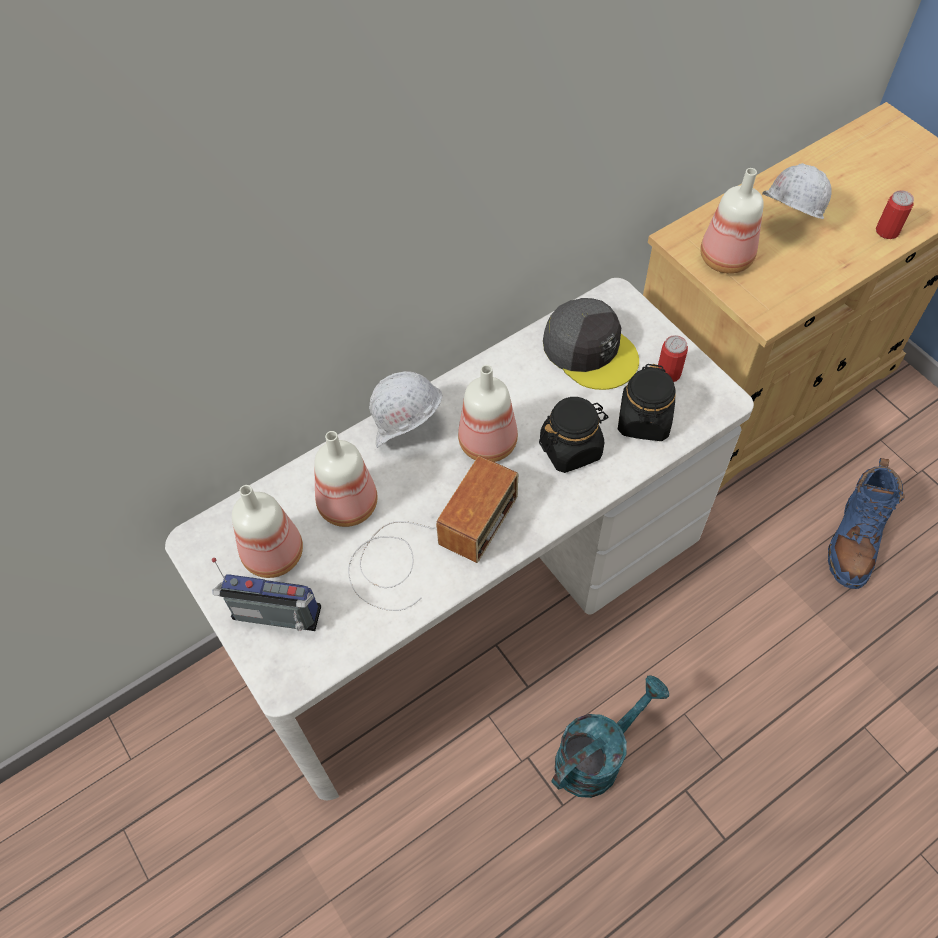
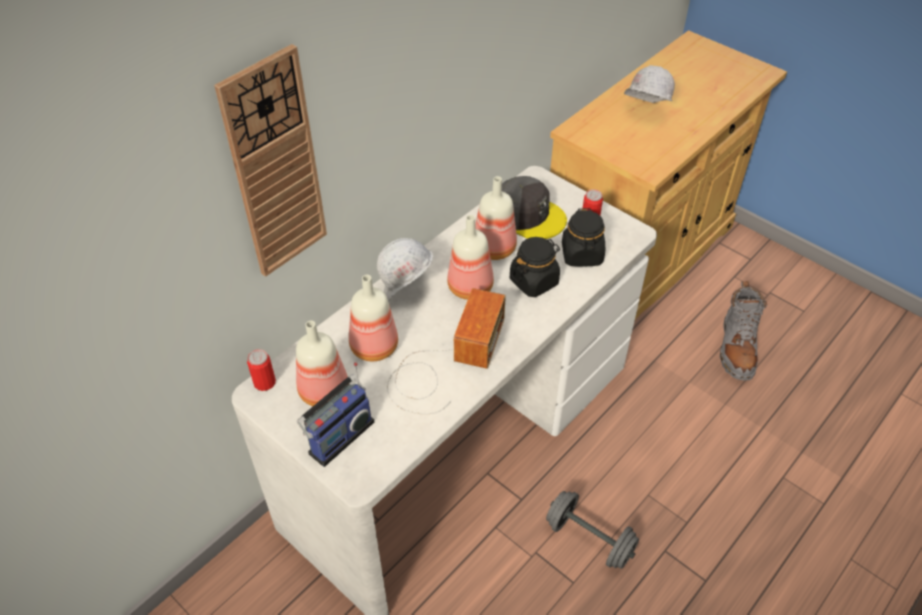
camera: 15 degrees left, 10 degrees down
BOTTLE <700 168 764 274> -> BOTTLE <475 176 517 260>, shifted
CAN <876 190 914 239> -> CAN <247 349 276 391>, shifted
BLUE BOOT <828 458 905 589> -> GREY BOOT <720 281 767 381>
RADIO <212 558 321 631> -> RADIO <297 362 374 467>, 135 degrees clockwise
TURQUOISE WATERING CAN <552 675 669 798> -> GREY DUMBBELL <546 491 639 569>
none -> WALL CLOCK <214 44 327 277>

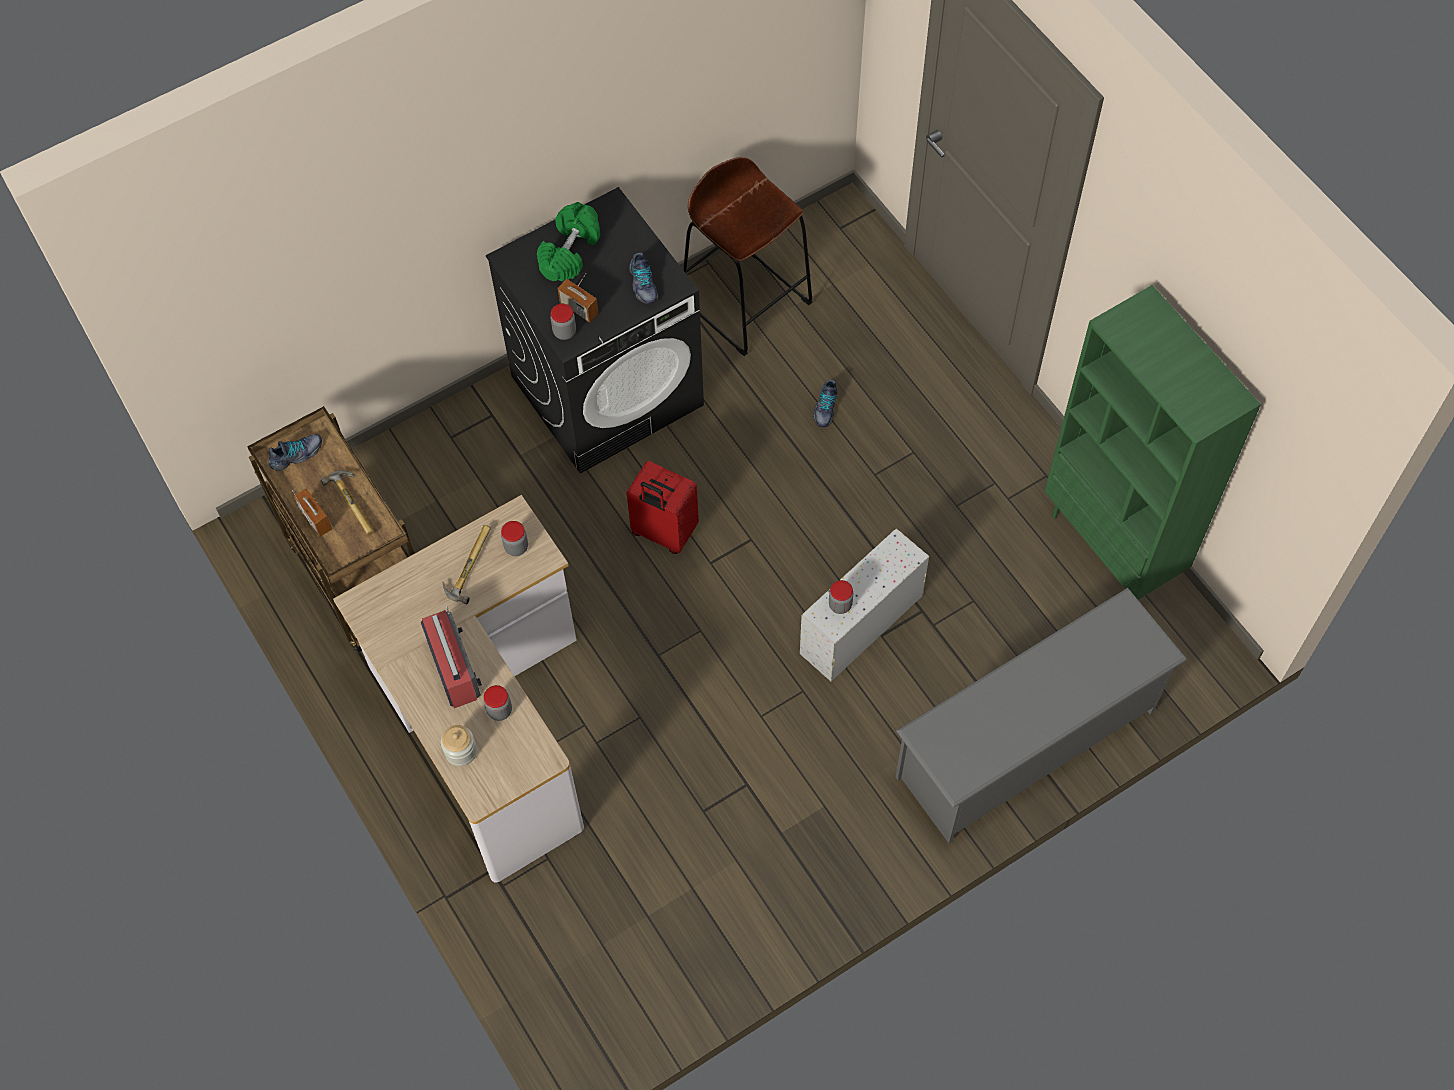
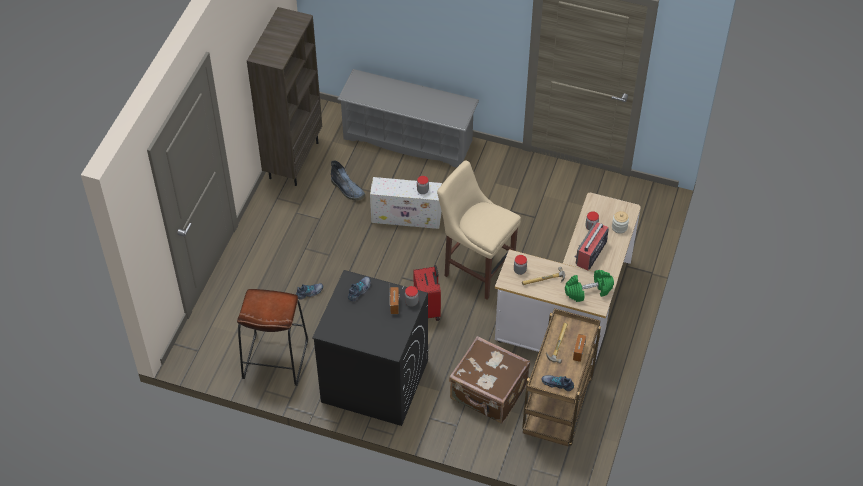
camera: 130 degrees left, 10 degrees down
GREEN DUMBBELL <537 202 600 281> -> GREEN DUMBBELL <565 270 614 302>, shifted
GREEN BOOKCASE <1044 285 1261 600> -> BROWN BOOKCASE <247 7 322 186>
none -> BEIGE STOOL <437 160 521 300>
none -> BOOT <331 161 365 200>
none -> BROWN SUITCASE <449 336 530 424>

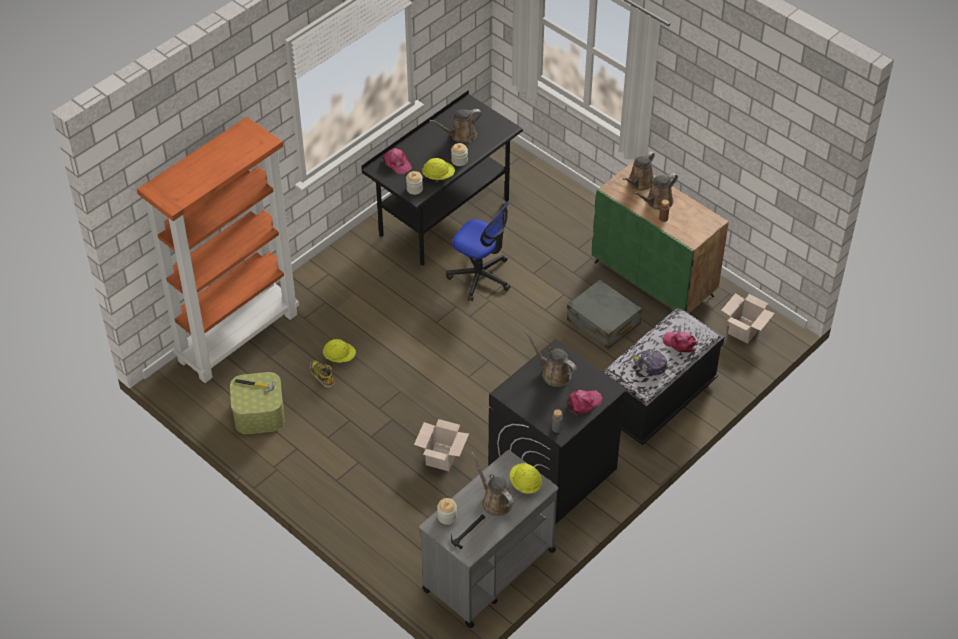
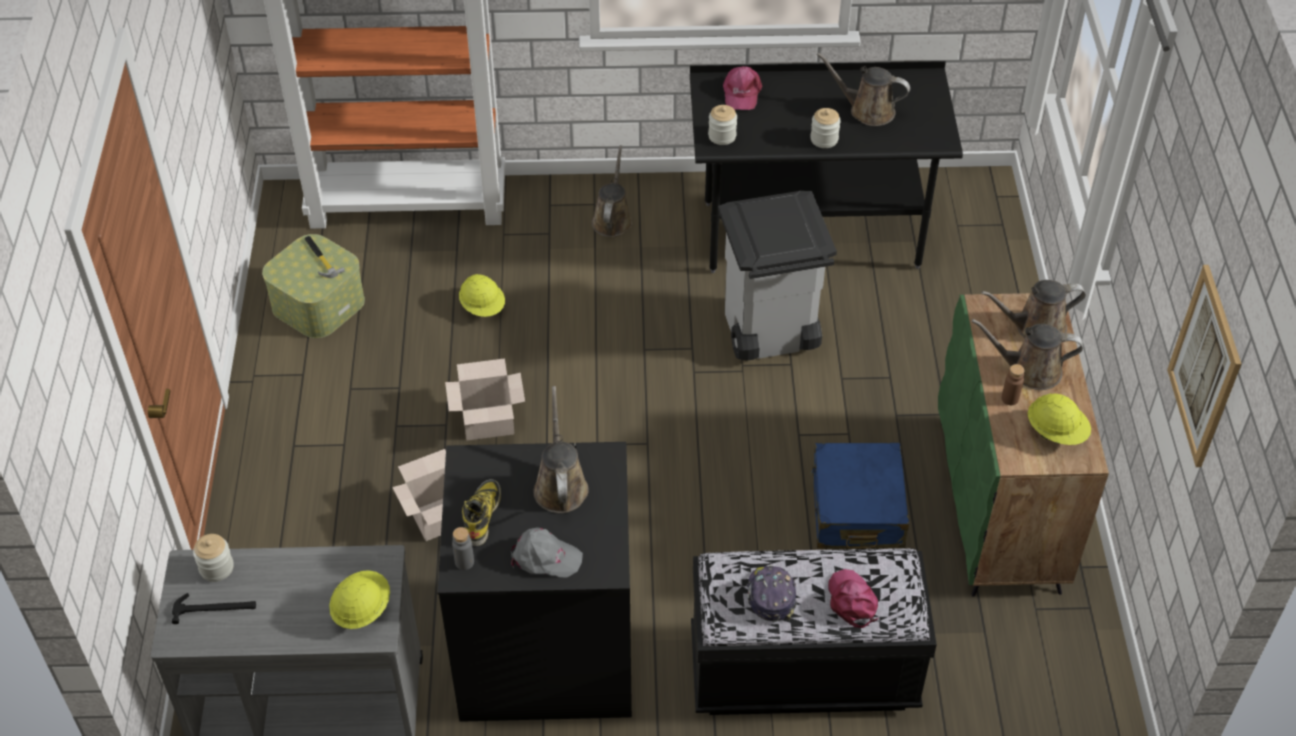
camera: 45 degrees right, 0 degrees up
YELLOW HARD HAT <422 158 455 182> -> YELLOW HARD HAT <1028 393 1091 445>, shifted
OFFICE CHAIR <446 202 510 301> -> GREY TRASH CAN <718 191 837 360>
GREY SUITCASE <567 280 642 349> -> BLUE SUITCASE <810 443 909 549>
CARDBOARD BOX <721 293 775 344> -> CARDBOARD BOX <445 358 525 440>, shifted
BOOT <310 360 334 388> -> BOOT <462 479 501 546>, shifted
PINK CAP <568 390 603 416> -> GREY CAP <511 527 583 578>
BROWN WATERING CAN <471 451 514 516> -> BROWN WATERING CAN <591 145 632 237>, shifted
none -> PICTURE <1167 265 1241 467>

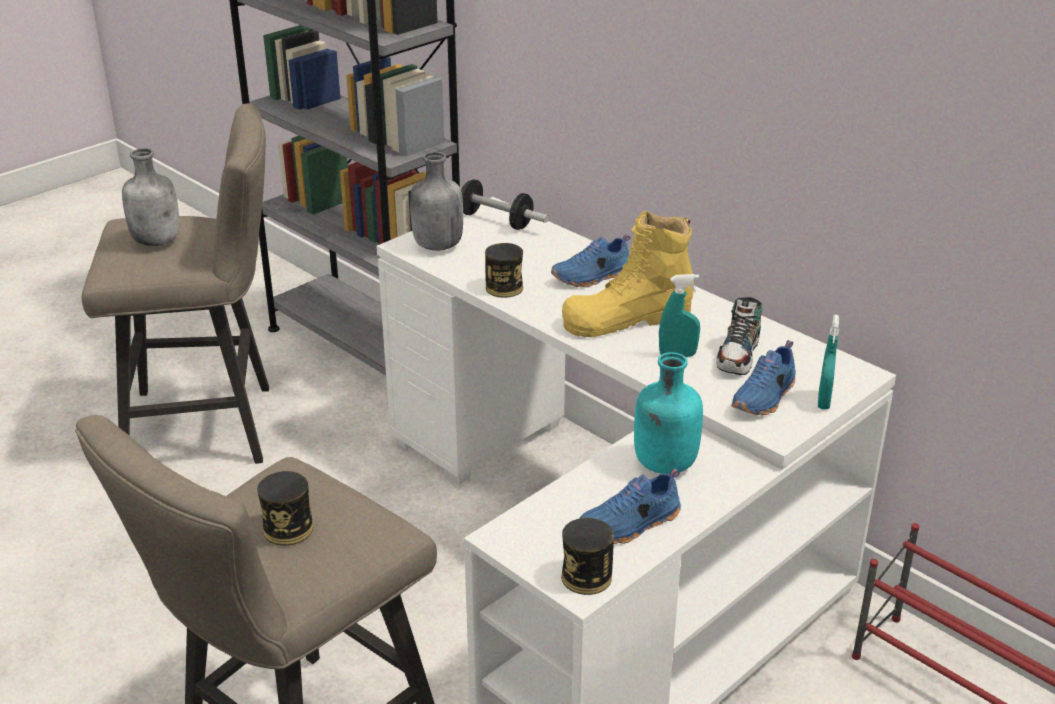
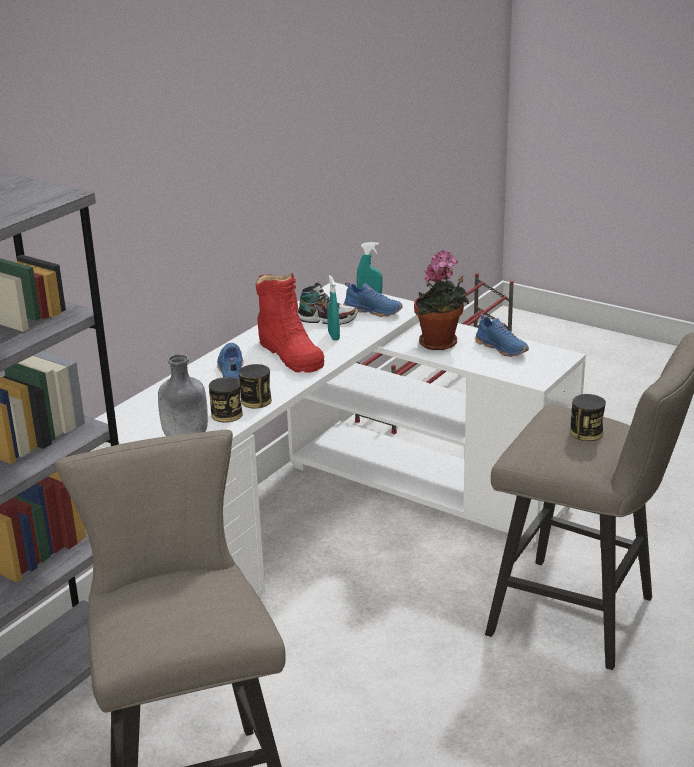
camera: 100 degrees left, 5 degrees down
GREY BOTTLE <122 148 180 246> -> none
DUMBBELL <461 179 549 230> -> none
YELLOW BOOT <562 211 694 337> -> RED BOOT <255 273 325 373>
BLUE SHOE <551 234 630 287> -> BLUE SHOE <217 343 243 381>, 150 degrees counterclockwise
TURQUOISE BOTTLE <634 352 703 474> -> POTTED PLANT <414 251 469 350>
CAN <561 518 614 595> -> CAN <209 377 243 423>, shifted

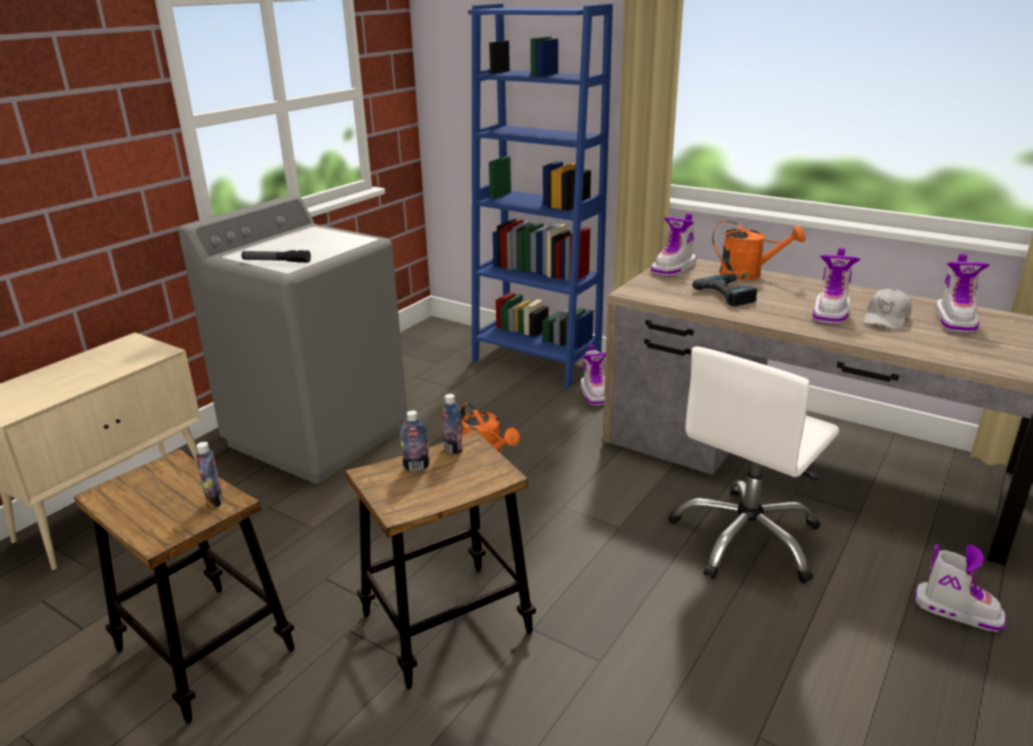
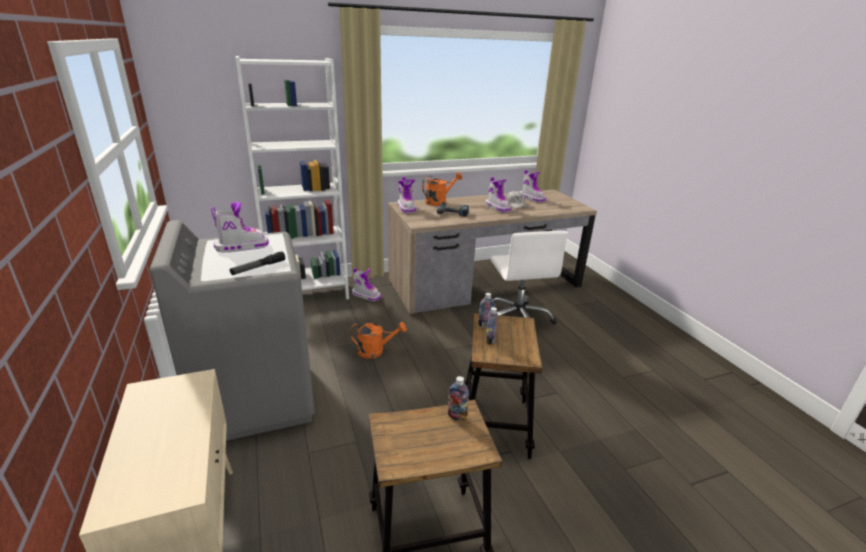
camera: 55 degrees left, 0 degrees up
BLUE BOOKCASE <468 4 613 388> -> WHITE BOOKCASE <235 56 349 300>
BOOT <915 544 1006 632> -> BOOT <211 202 269 253>, shifted

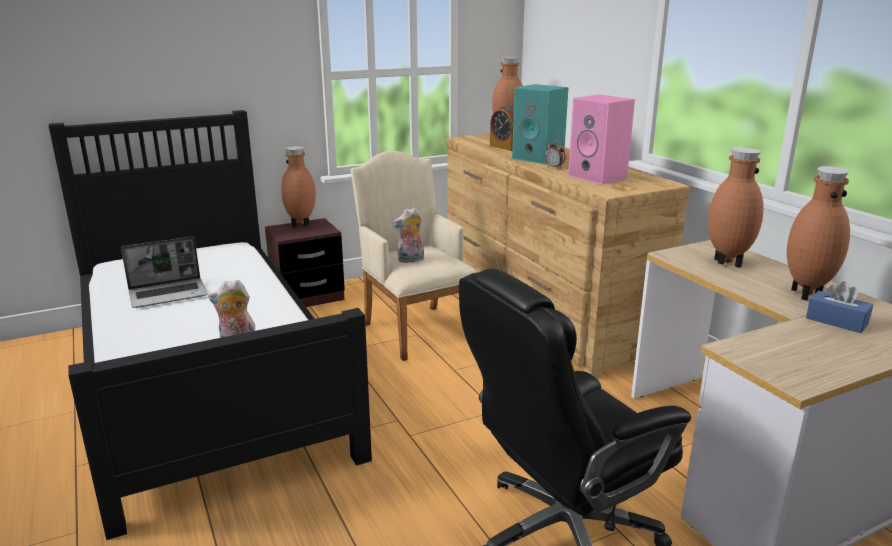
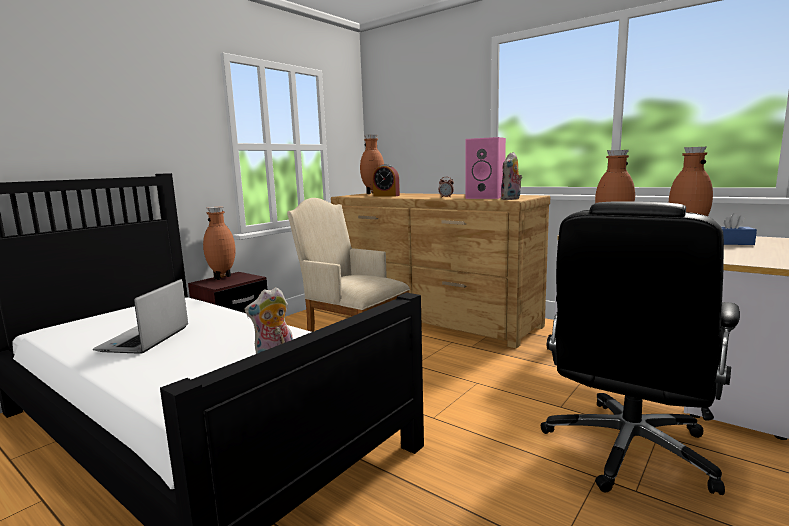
camera: 25 degrees left, 10 degrees down
TURQUOISE SPEAKER <512 84 569 164> -> none
PLUSH TOY <393 207 424 263> -> PLUSH TOY <501 152 522 200>, shifted
LAPTOP <121 236 208 308> -> LAPTOP <93 279 188 354>, 150 degrees clockwise

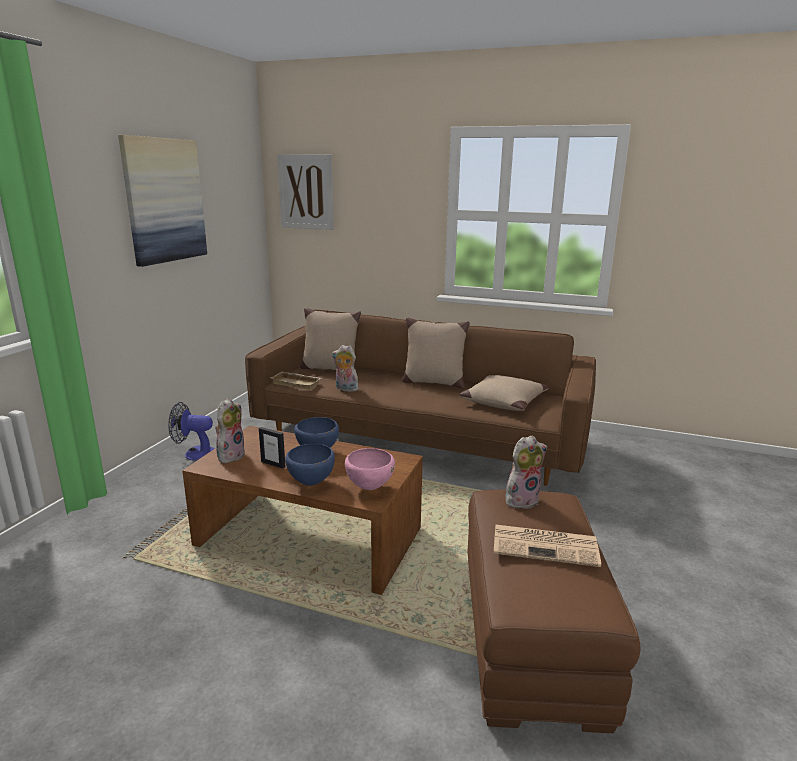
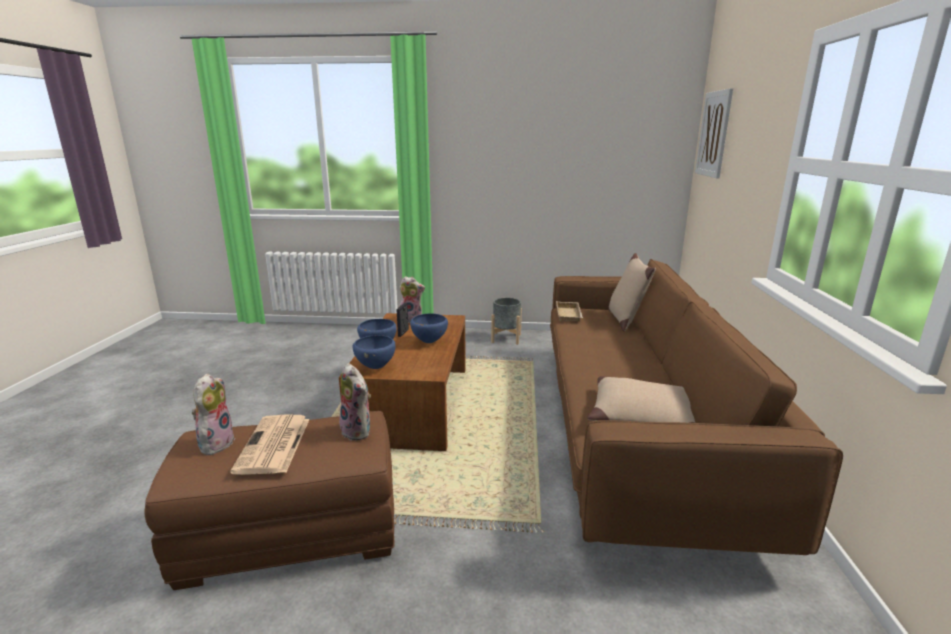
camera: 75 degrees right, 0 degrees up
PICTURE <118 135 207 267> -> none
BEIGE PILLOW <402 317 470 389> -> none
PLUSH TOY <332 345 359 392> -> PLUSH TOY <192 373 236 455>, shifted
FAN <168 402 215 461> -> GREY PLANTER <491 298 522 345>
PINK BOWL <345 448 395 490> -> BLUE BOWL <353 335 396 369>

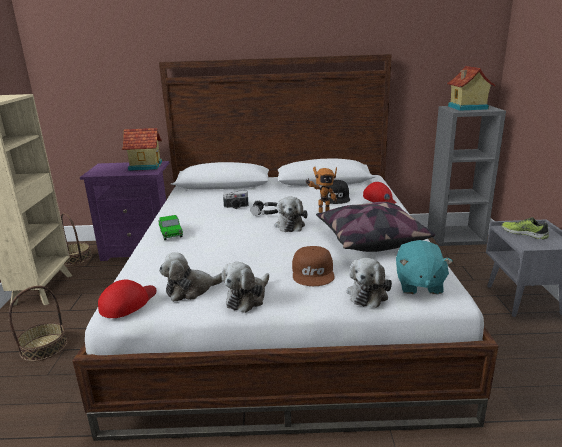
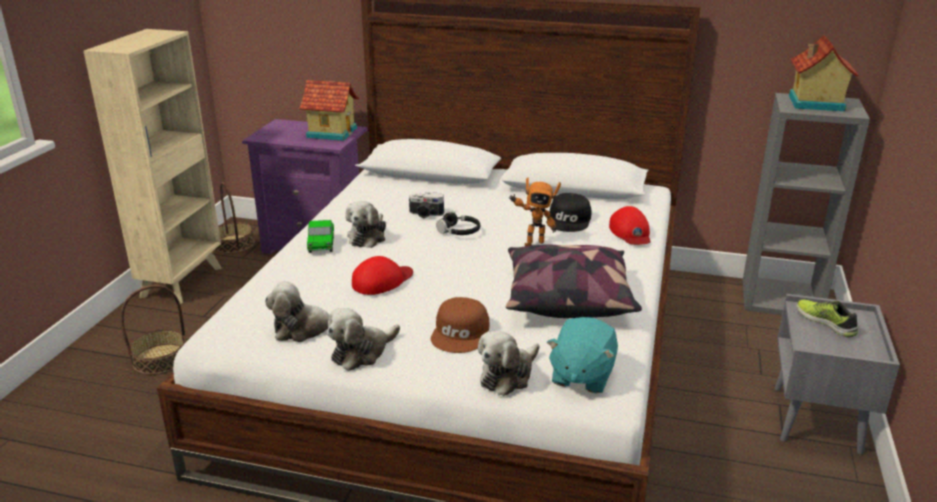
camera: 15 degrees right, 5 degrees up
PLUSH TOY <274 197 307 232> -> PLUSH TOY <345 201 386 248>, shifted
RED CAP <98 280 157 318> -> RED CAP <352 256 413 295>, shifted

